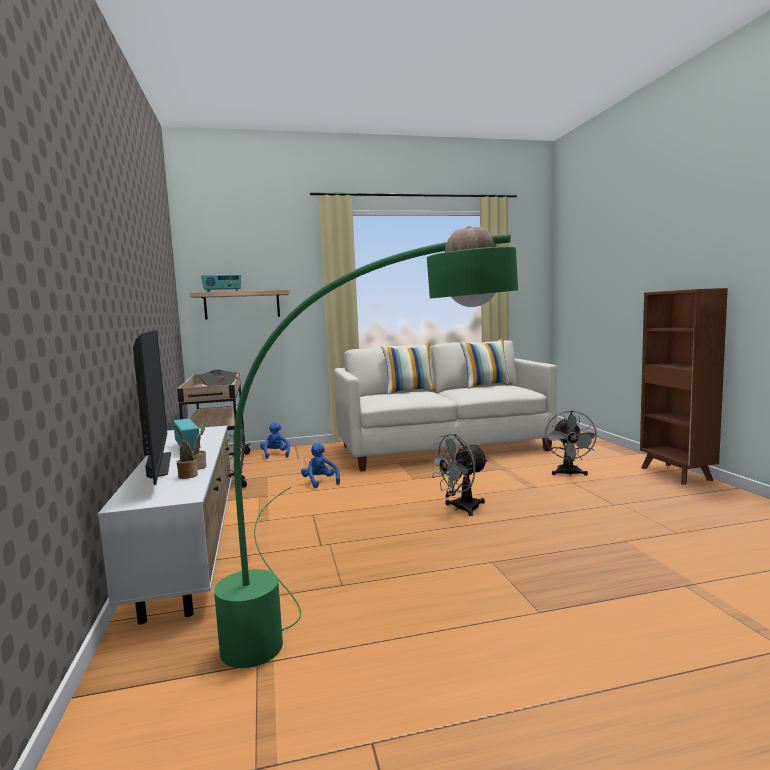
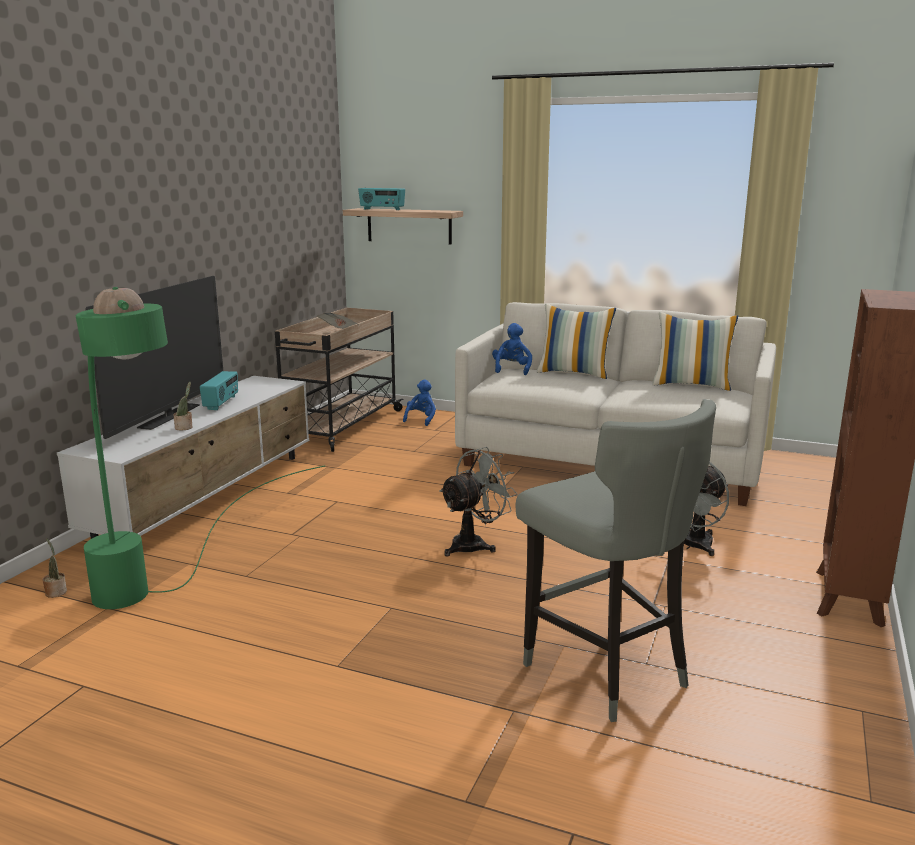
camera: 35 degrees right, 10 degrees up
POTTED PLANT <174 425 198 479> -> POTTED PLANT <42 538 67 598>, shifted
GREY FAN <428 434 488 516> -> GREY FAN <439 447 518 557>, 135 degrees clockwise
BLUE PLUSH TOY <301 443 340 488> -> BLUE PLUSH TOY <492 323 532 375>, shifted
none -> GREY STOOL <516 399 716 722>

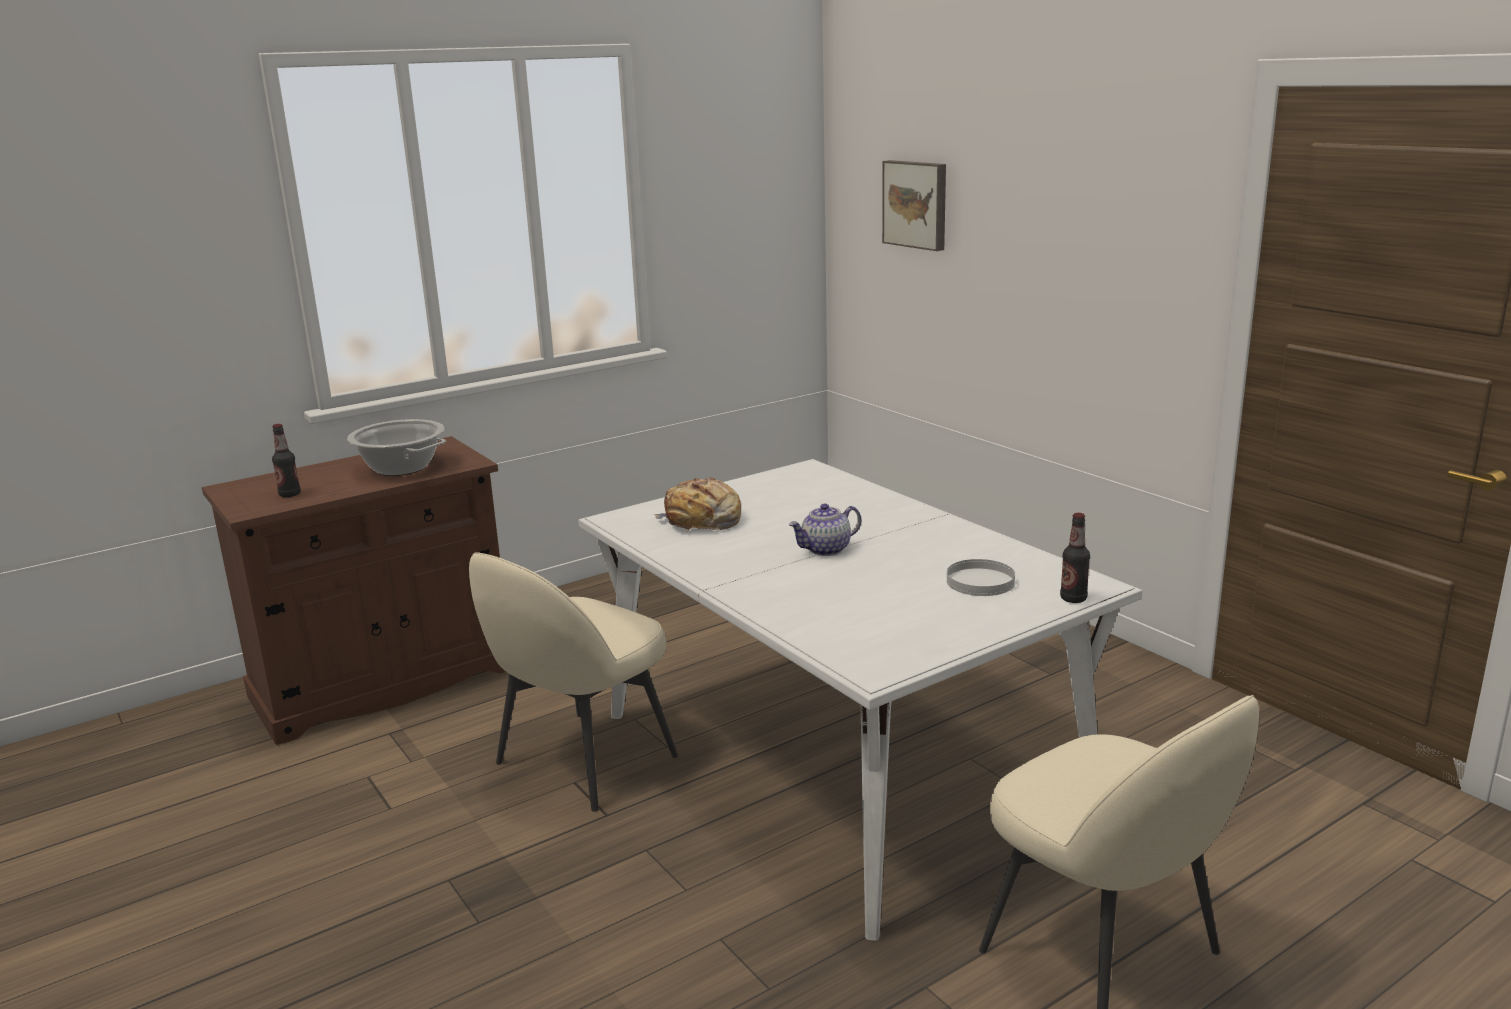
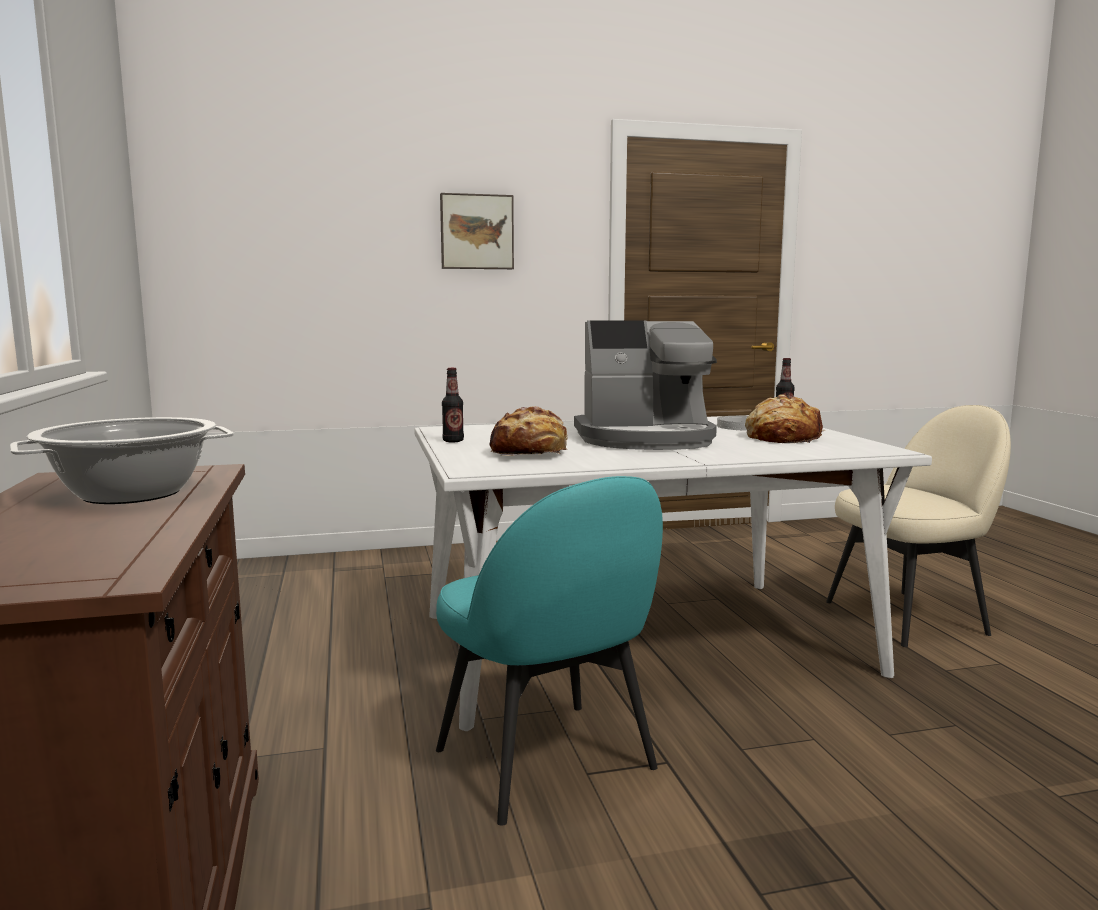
camera: 70 degrees left, 10 degrees down
PICTURE <882 160 946 251> -> PICTURE <440 193 514 269>, shifted
BOTTLE <272 424 301 497> -> BOTTLE <442 368 464 443>, shifted
TEAPOT <789 504 861 556> -> COFFEE MACHINE <574 320 717 450>
BEIGE CHAIR <469 552 678 812> -> TURQUOISE CHAIR <436 476 663 826>
none -> BREAD <745 394 825 443>

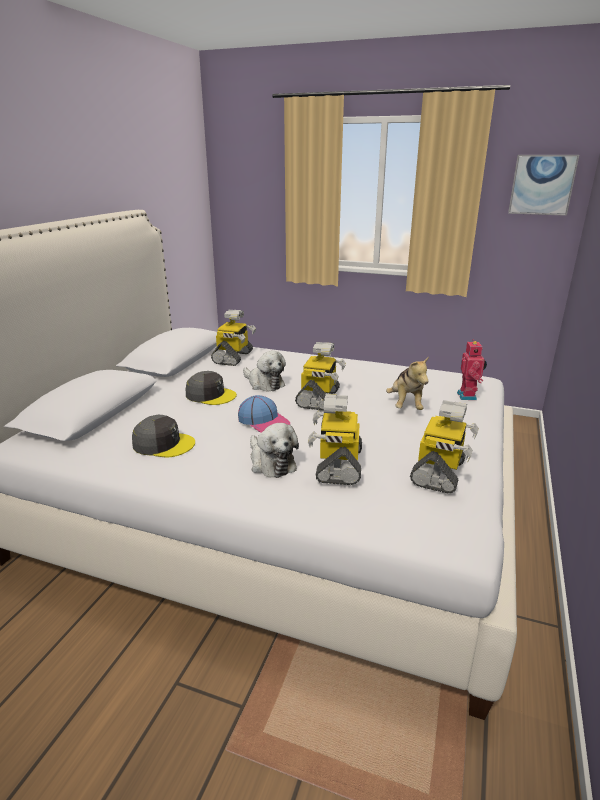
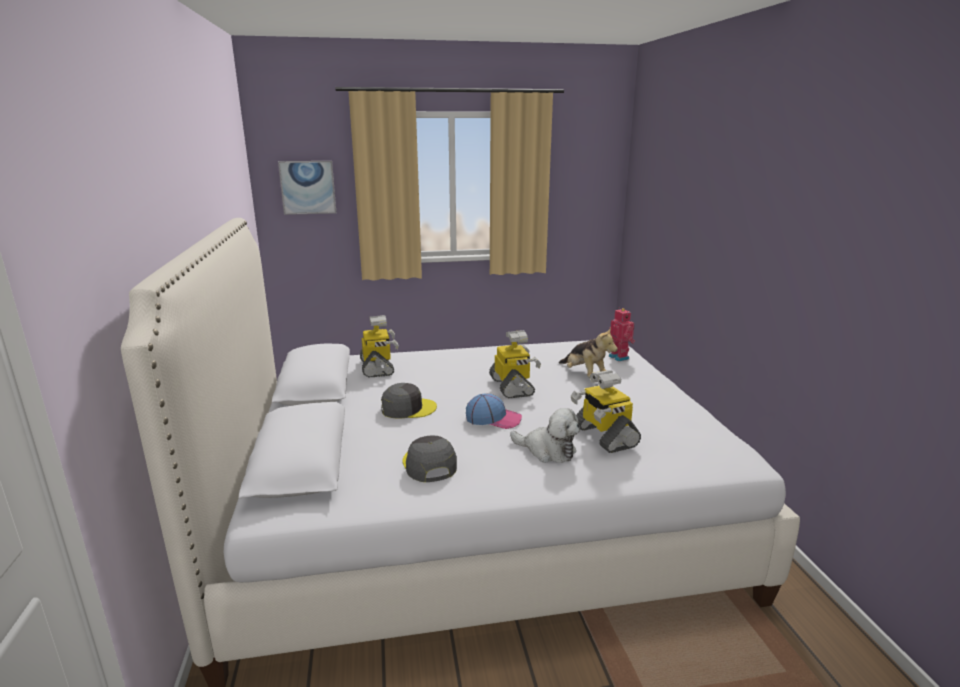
camera: 30 degrees left, 5 degrees down
PICTURE <508 155 579 216> -> PICTURE <278 161 336 215>, shifted
PLUSH TOY <243 351 286 392> -> none
TOY ROBOT <410 400 479 494> -> none
GREY CAP <132 415 195 457> -> GREY CAP <402 435 457 482>, 90 degrees counterclockwise

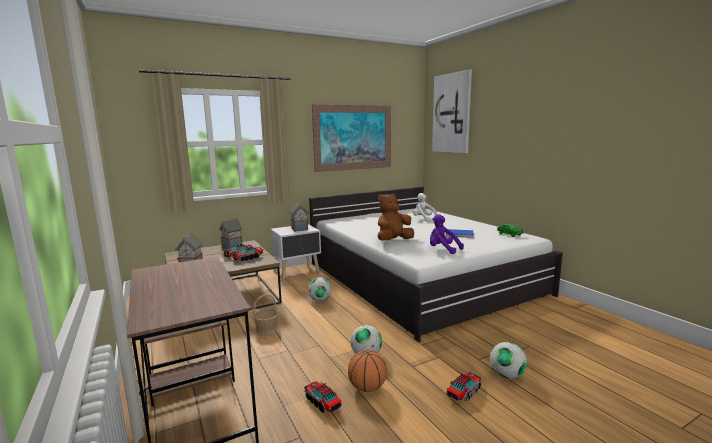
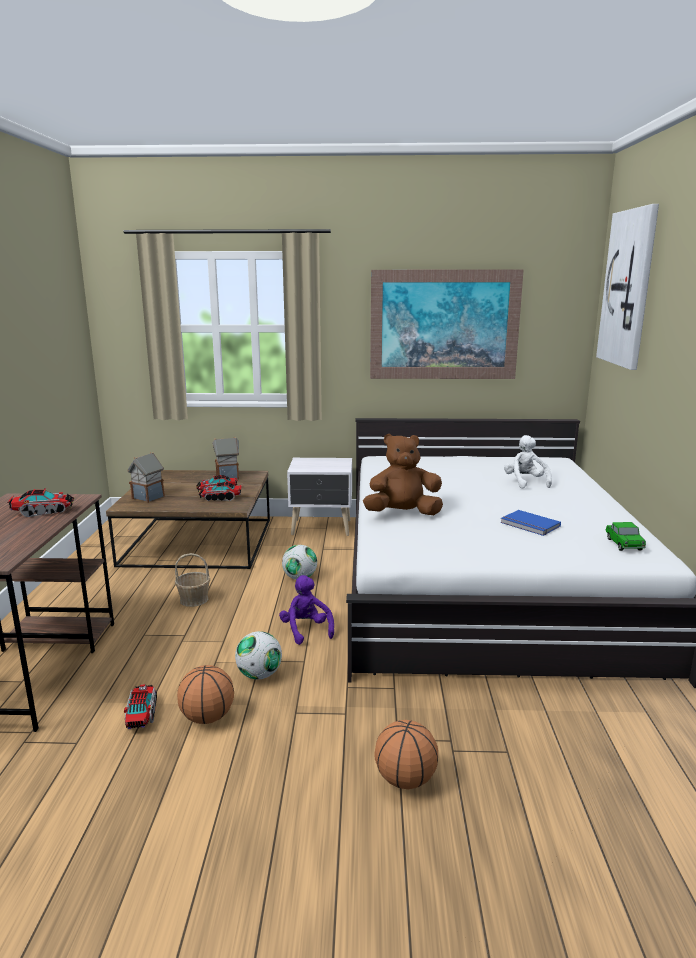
camera: 30 degrees right, 5 degrees up
TOY HOUSE <290 202 309 232> -> none
PURPLE PLUSH TOY <430 214 464 254> -> PURPLE PLUSH TOY <279 575 334 645>, shifted
FOOTBALL <490 342 527 379> -> BASKETBALL <374 720 438 789>
TOY TRUCK <446 372 481 402> -> TOY TRUCK <7 488 74 517>, shifted

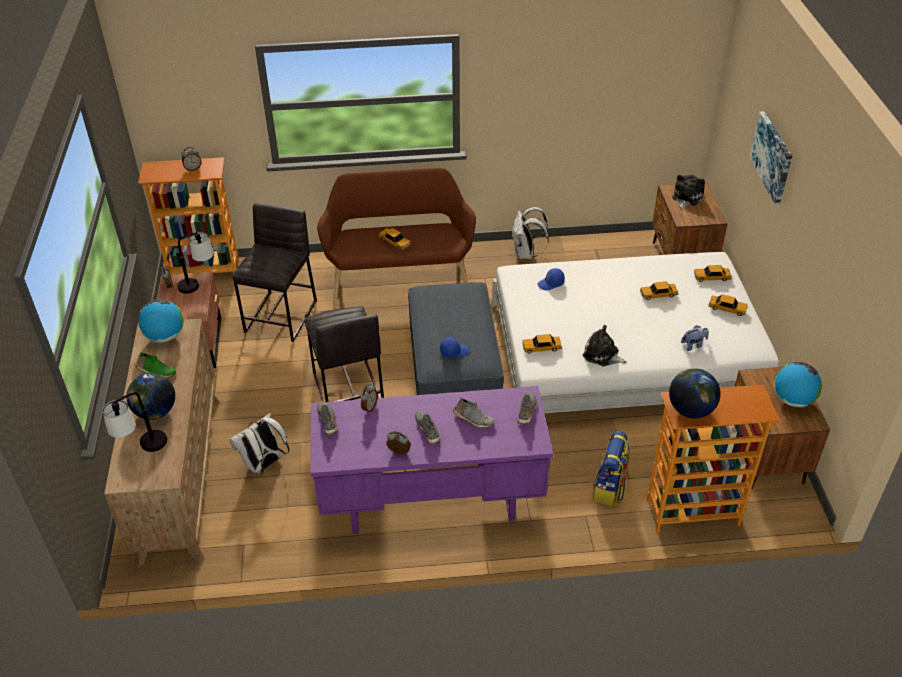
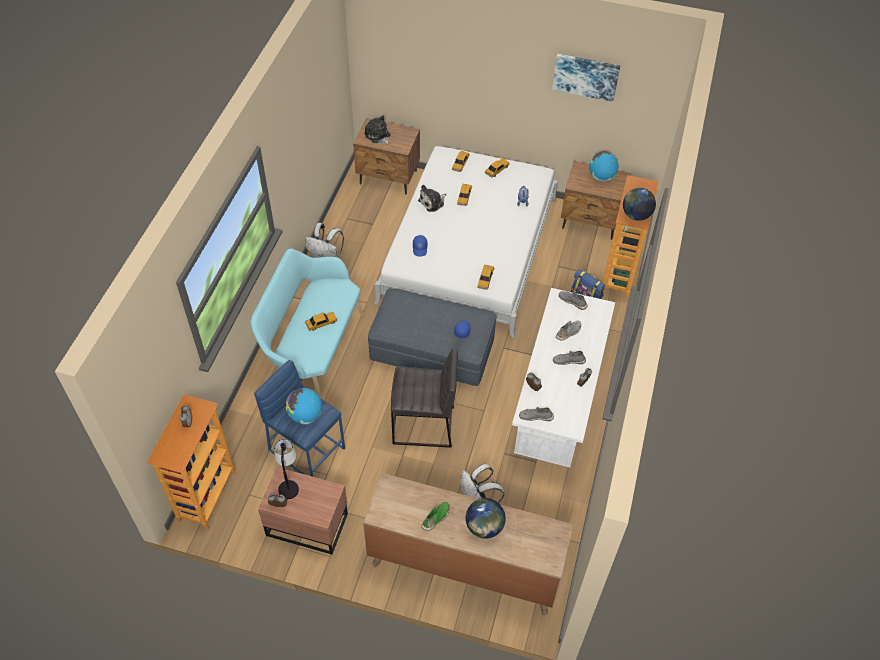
camera: 70 degrees left, 10 degrees up
PICTURE <749 111 792 204> -> PICTURE <552 54 620 102>, shifted
BROWN BENCH <317 168 476 310> -> TURQUOISE BENCH <250 248 364 399>
GREY STOOL <233 203 317 342> -> BLUE STOOL <254 360 345 477>
GLOBE <139 299 183 343> -> GLOBE <286 388 322 424>, shifted
PLUSH TOY <583 325 627 366> -> PLUSH TOY <418 185 446 212>, shifted
PURPLE DESK <310 386 553 534> -> WHITE DESK <512 288 615 467>
TABLE LAMP <103 392 167 452> -> none

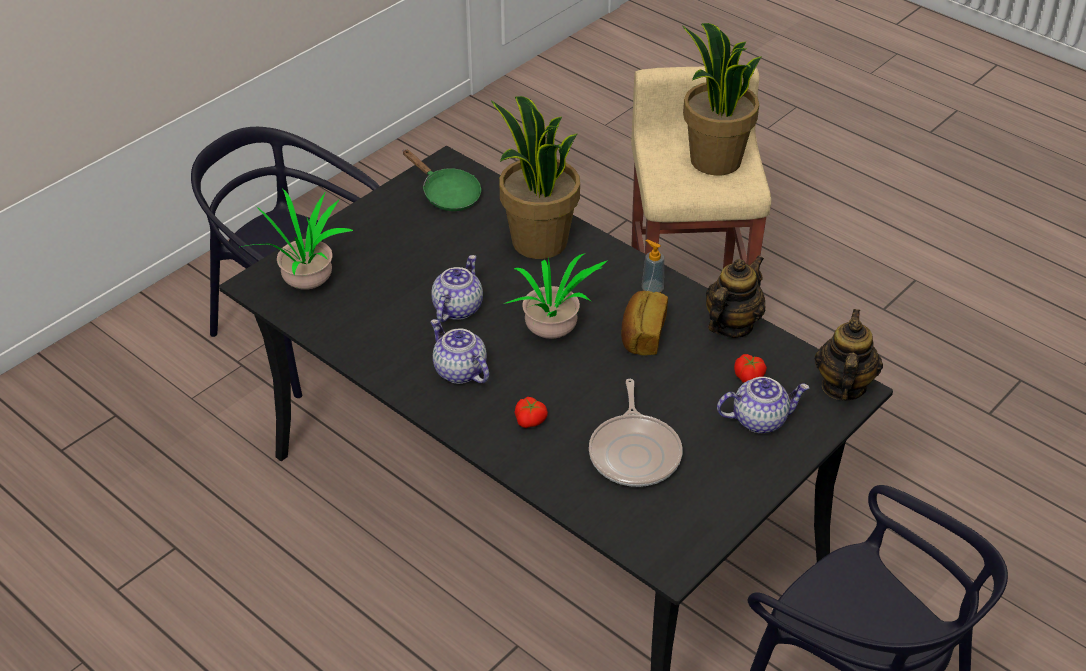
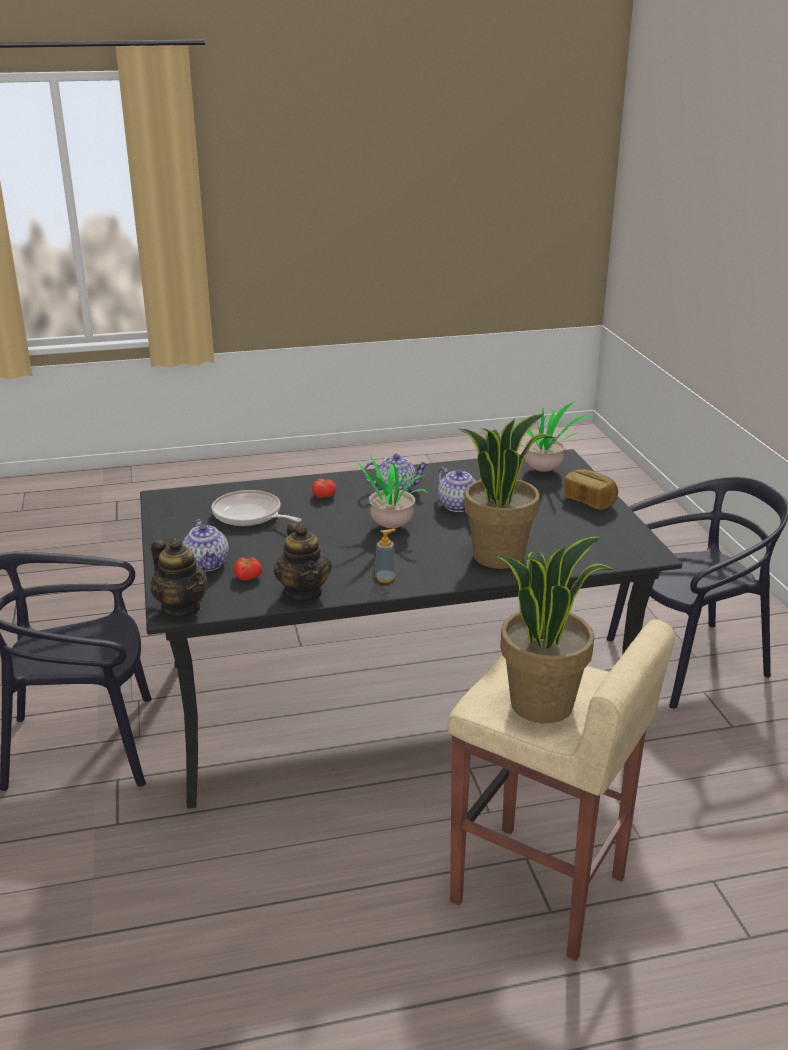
camera: 125 degrees right, 15 degrees down
GREEN FRYING PAN <403 149 481 211> -> none
BREAD <621 291 668 355> -> BREAD <564 469 618 510>, shifted
TEAPOT <717 377 809 433> -> TEAPOT <182 520 229 572>, 45 degrees counterclockwise

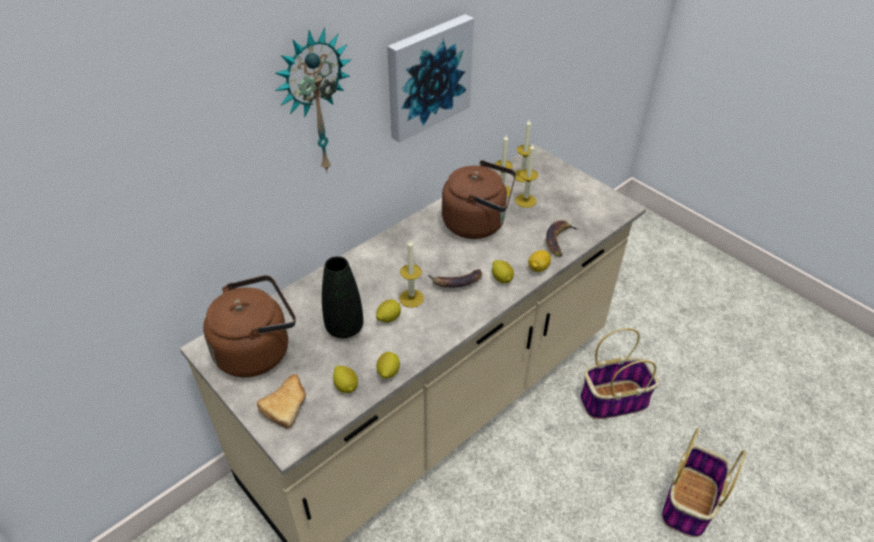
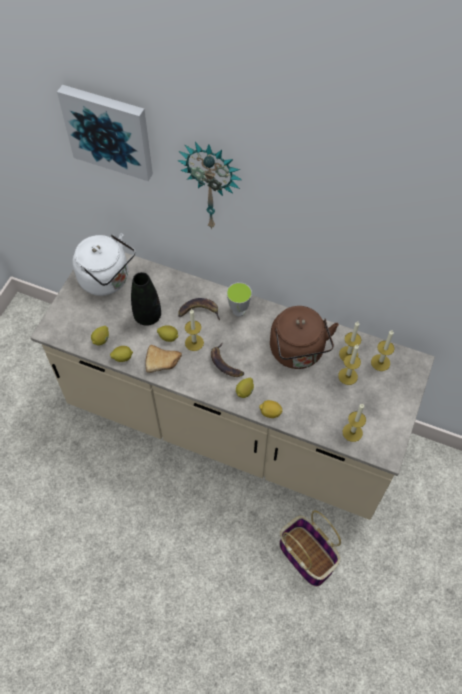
camera: 65 degrees right, 15 degrees up
PICTURE <387 14 474 143> -> PICTURE <57 85 153 181>, shifted
BANANA <546 220 580 257> -> BANANA <178 298 220 320>, shifted
BROWN KETTLE <203 275 296 377> -> WHITE KETTLE <72 233 135 296>
BREAD <257 374 306 428> -> BREAD <145 345 182 373>, shifted
BASKET <662 428 746 537> -> none
none -> CUP <227 282 252 316>
none -> CANDLE <343 404 366 442>

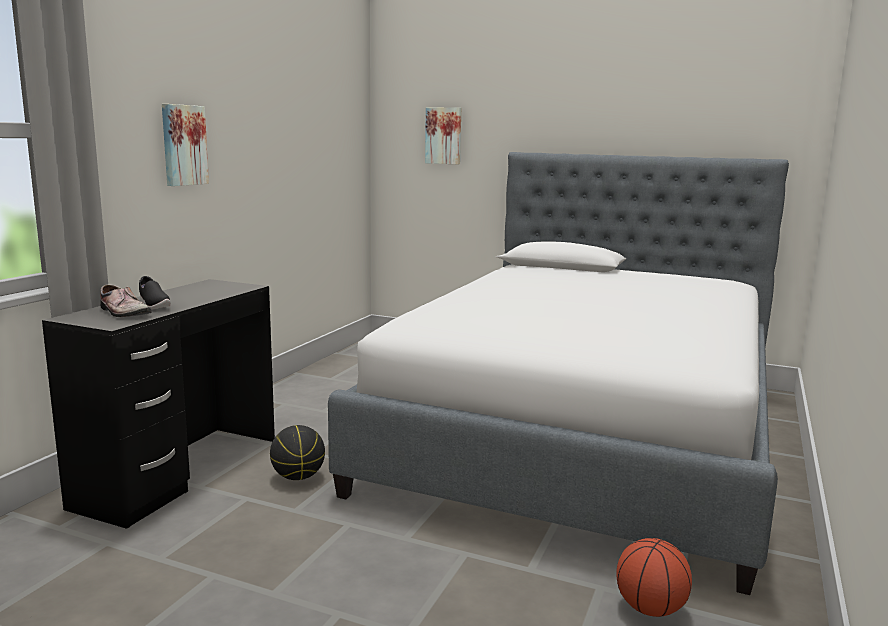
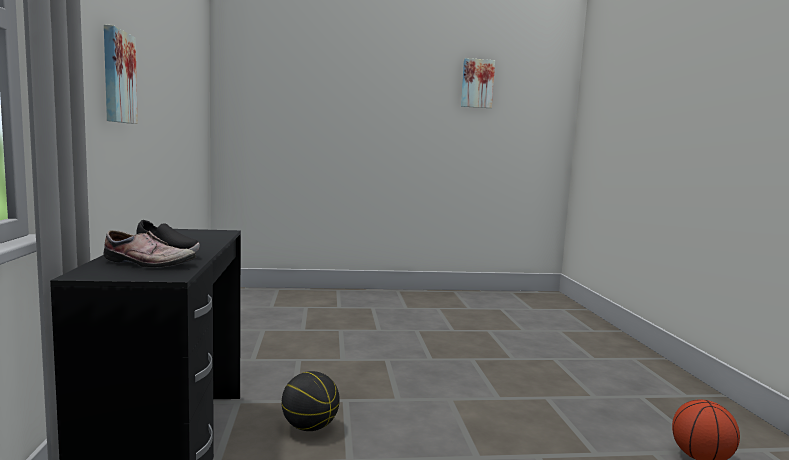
camera: 30 degrees left, 5 degrees down
PICTURE <425 107 461 164> -> PICTURE <461 58 495 108>, shifted
BED <328 152 789 595> -> none

